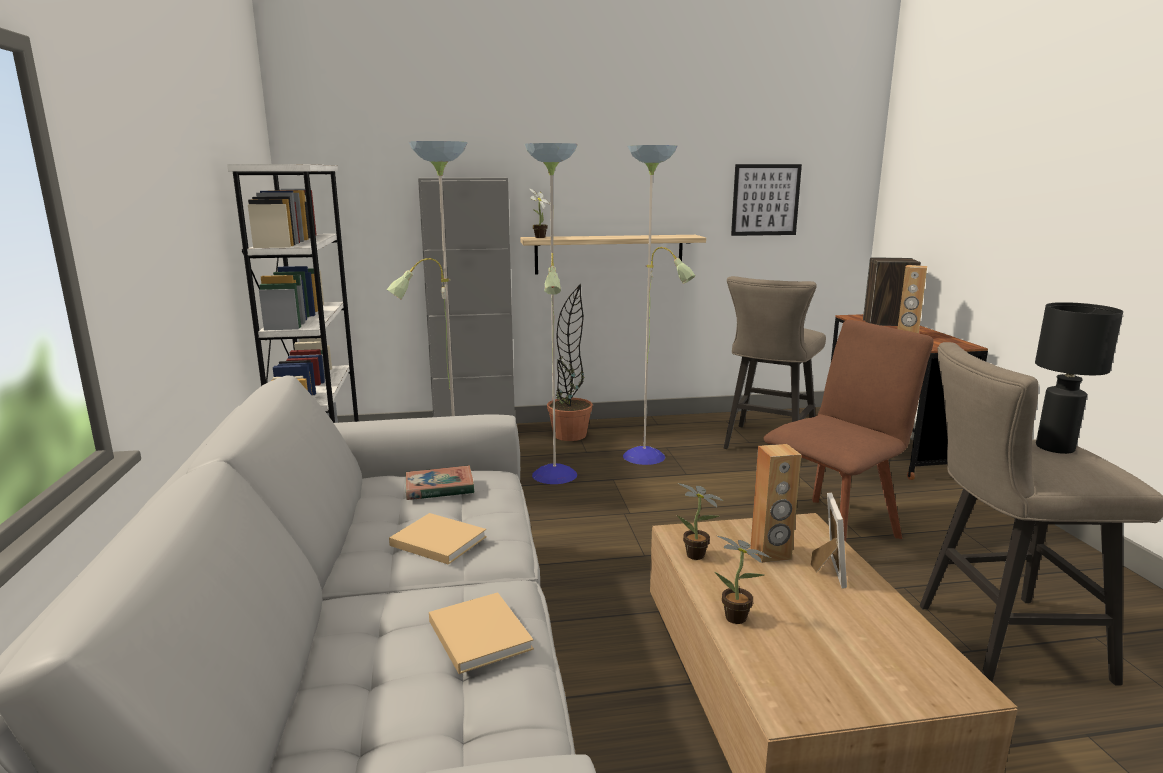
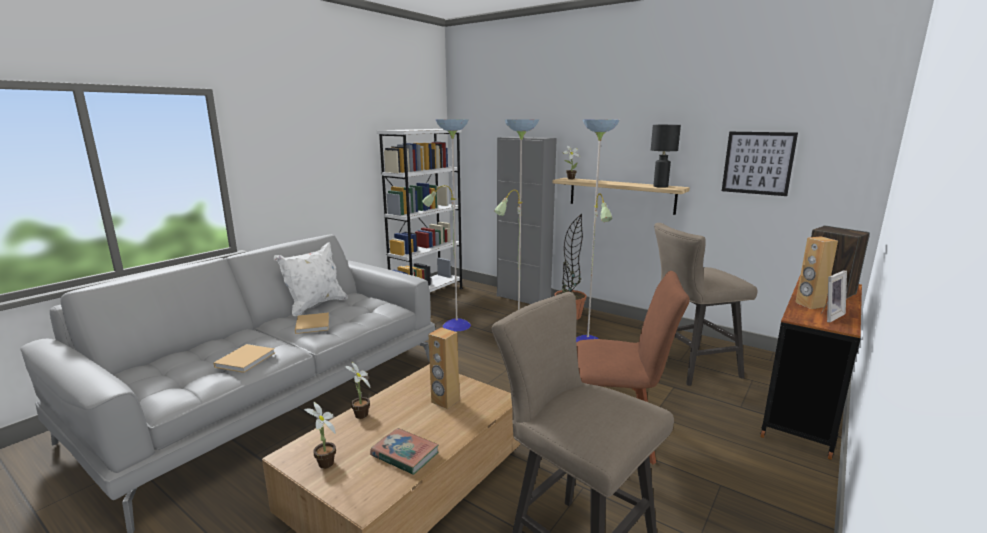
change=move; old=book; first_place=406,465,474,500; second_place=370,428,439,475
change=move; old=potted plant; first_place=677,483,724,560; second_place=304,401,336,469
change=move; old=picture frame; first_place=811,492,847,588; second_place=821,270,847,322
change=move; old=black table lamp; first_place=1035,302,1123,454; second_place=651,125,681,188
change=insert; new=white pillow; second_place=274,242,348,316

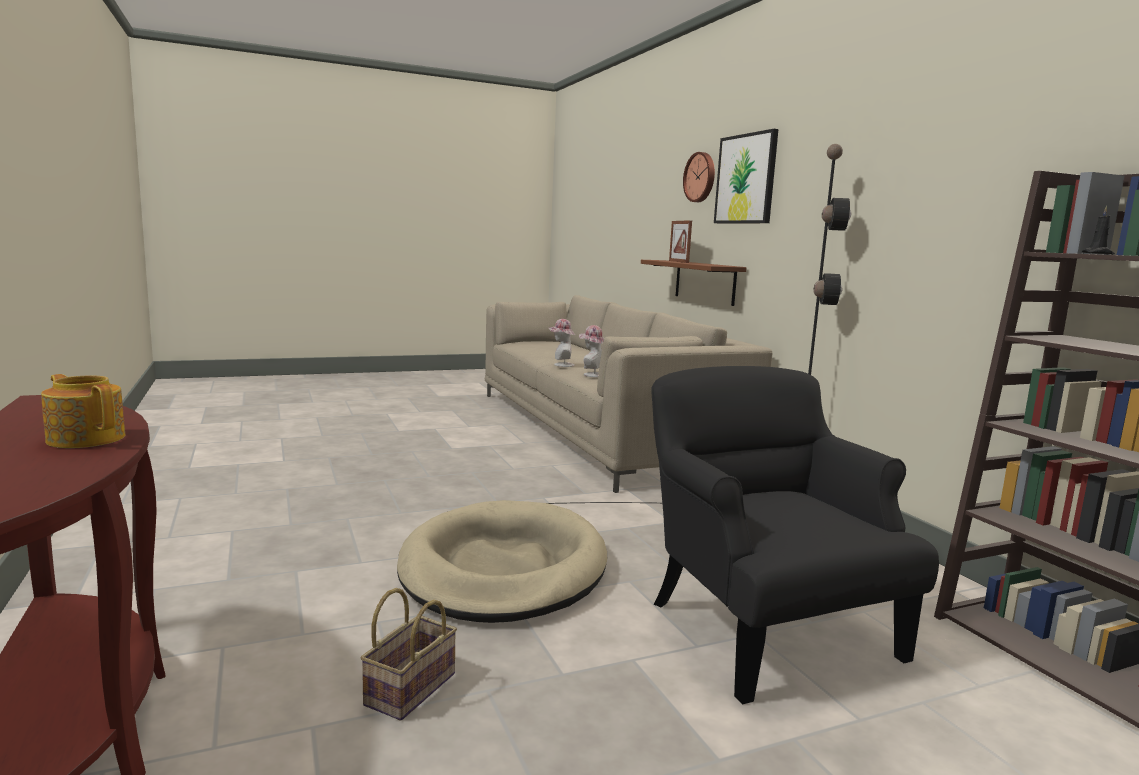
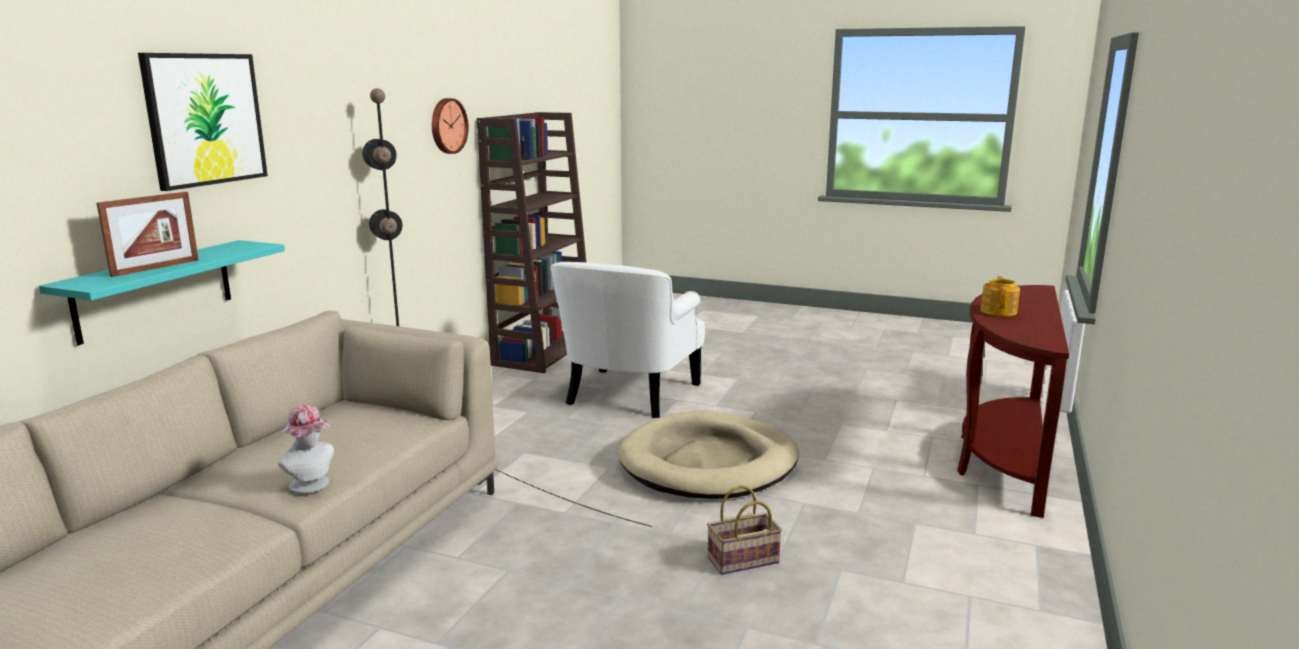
change=rotate; old=teapot; first_place=41,374,125,448; second_place=980,276,1020,316; degrees=-150
change=move; old=basket; first_place=361,588,457,721; second_place=707,485,782,575
change=delete; old=hat; first_place=579,325,604,377
change=recolor; old=brown shelf; new=turquoise shelf; first_place=641,260,747,306; second_place=39,240,285,345
change=recolor; old=black armchair; new=white armchair; first_place=651,366,939,704; second_place=550,262,705,418
change=move; old=wall clock; first_place=683,152,715,202; second_place=432,98,469,154

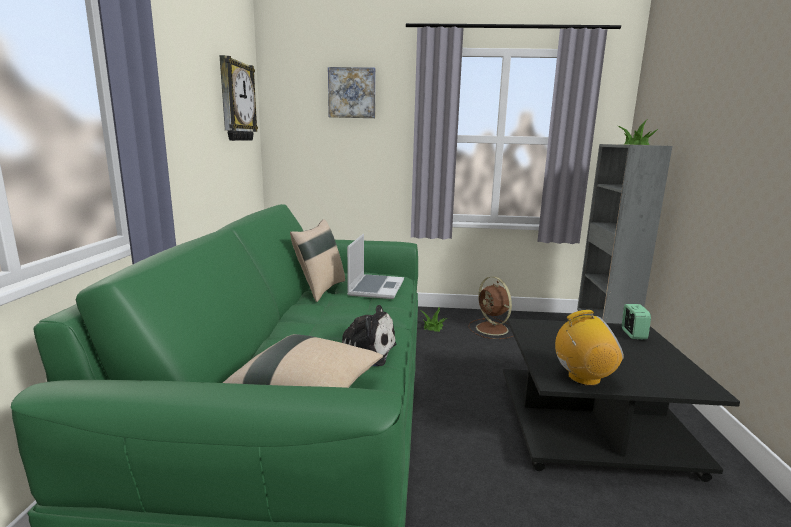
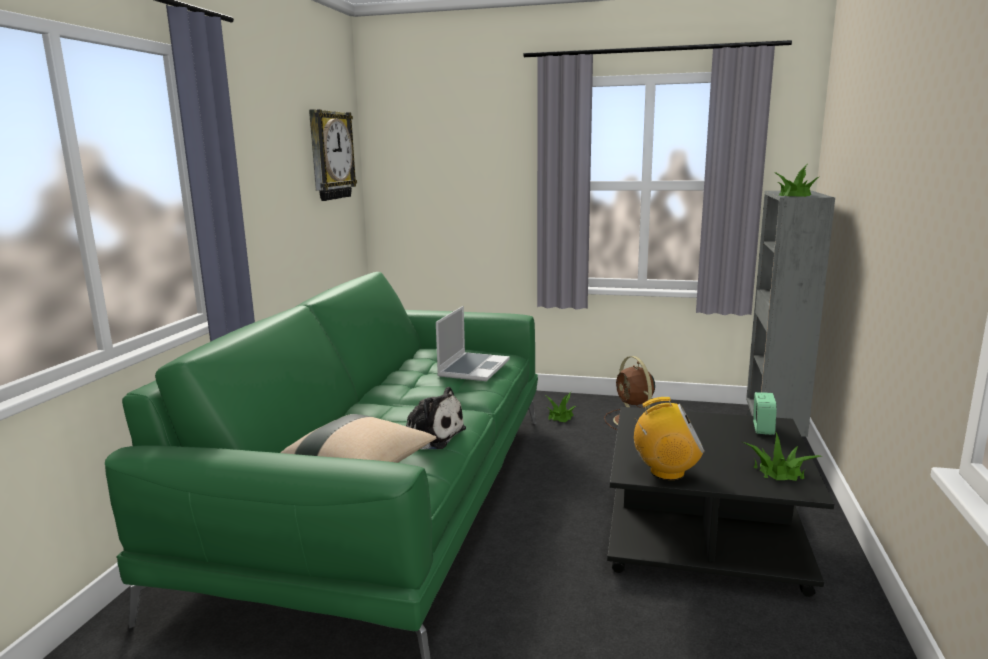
change=delete; old=beige pillow; first_place=290,219,345,302
change=delete; old=picture; first_place=328,67,376,118
change=insert; new=potted plant; second_place=743,432,822,481

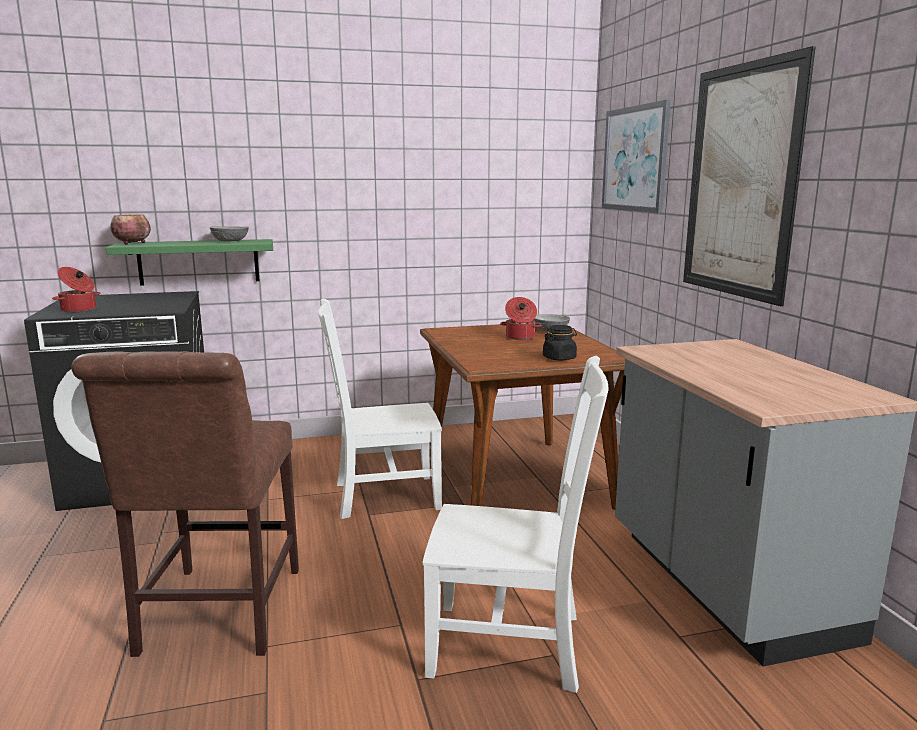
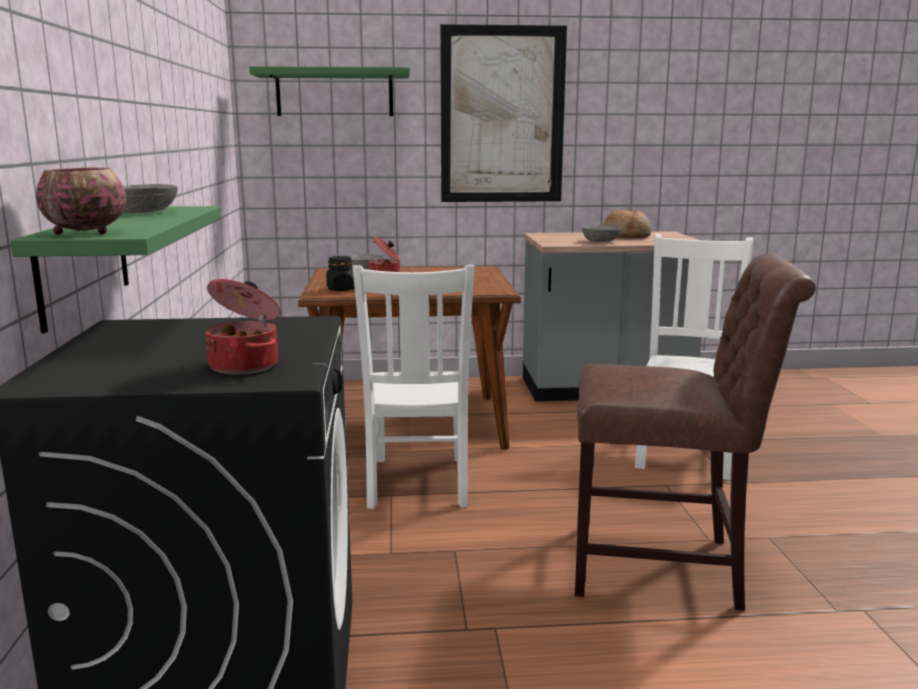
change=move; old=black jar; first_place=543,325,577,361; second_place=326,256,355,291
change=replace; old=picture; new=green shelf; first_place=602,100,671,214; second_place=249,66,410,116
change=insert; new=grey bowl; second_place=582,226,621,242
change=insert; new=bread; second_place=603,210,651,238

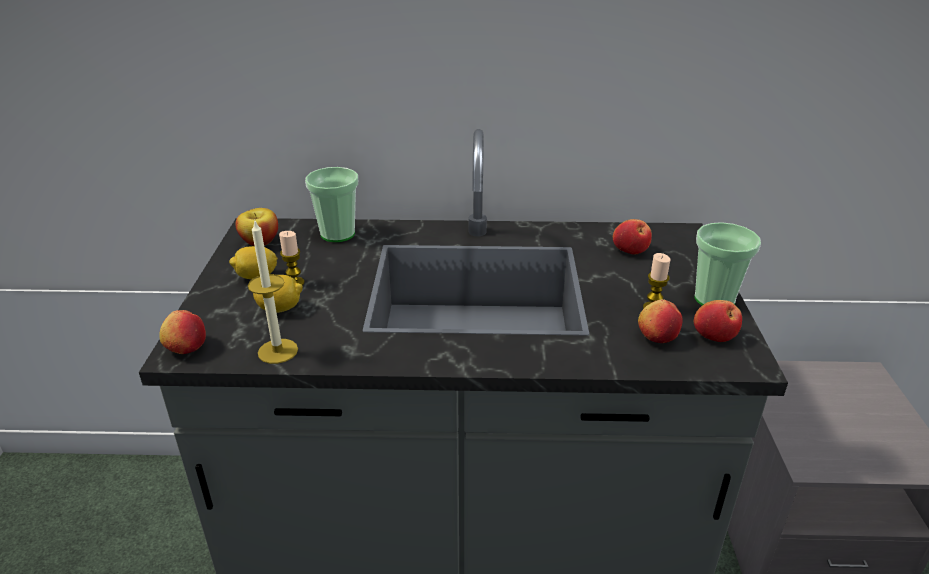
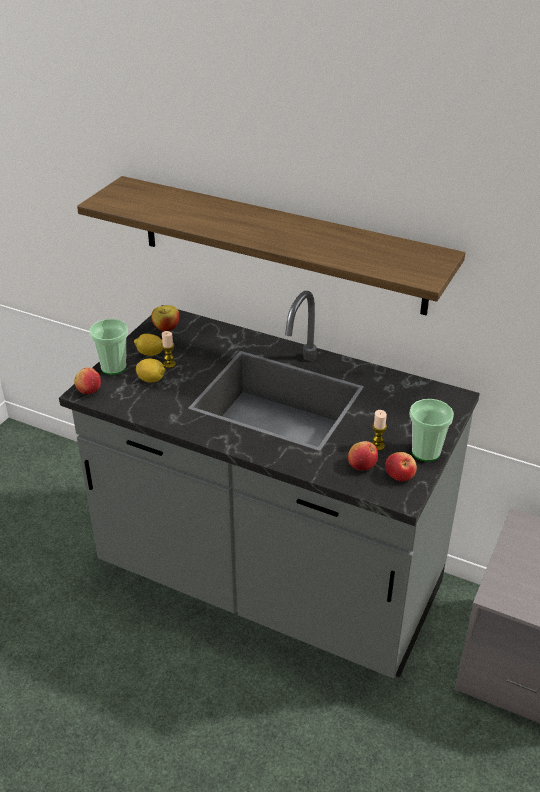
change=delete; old=candle; first_place=248,219,298,364
change=move; old=cup; first_place=305,167,358,242; second_place=89,319,128,375
change=delete; old=apple; first_place=613,219,652,254
change=insert; new=shelf; second_place=77,176,465,315

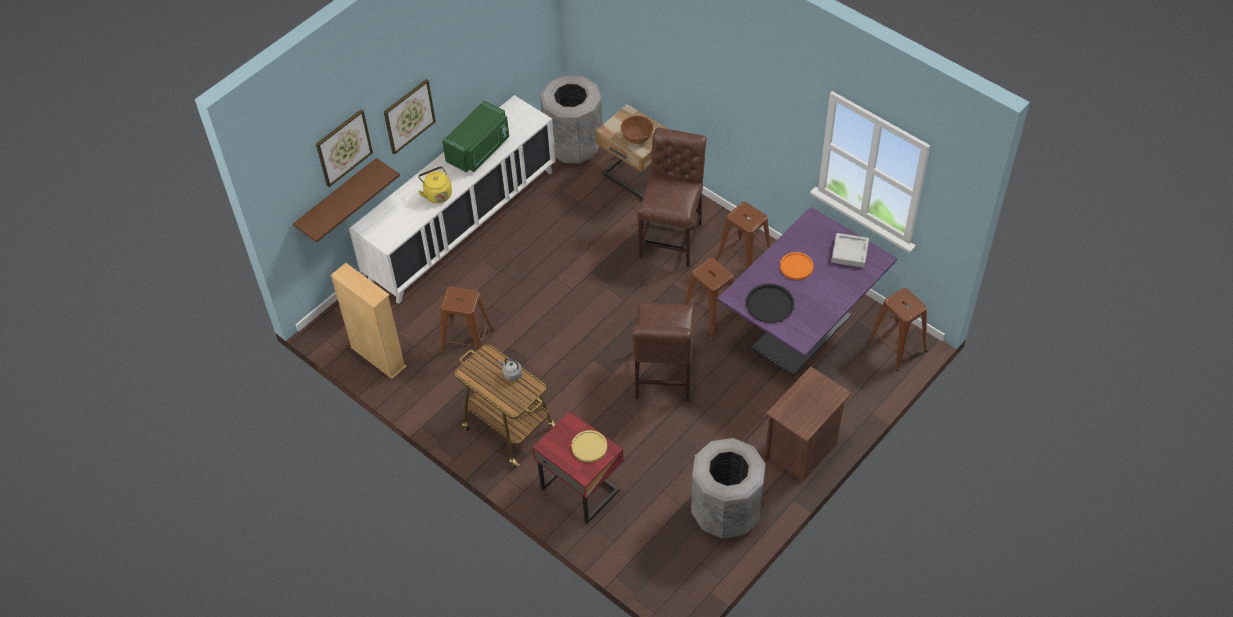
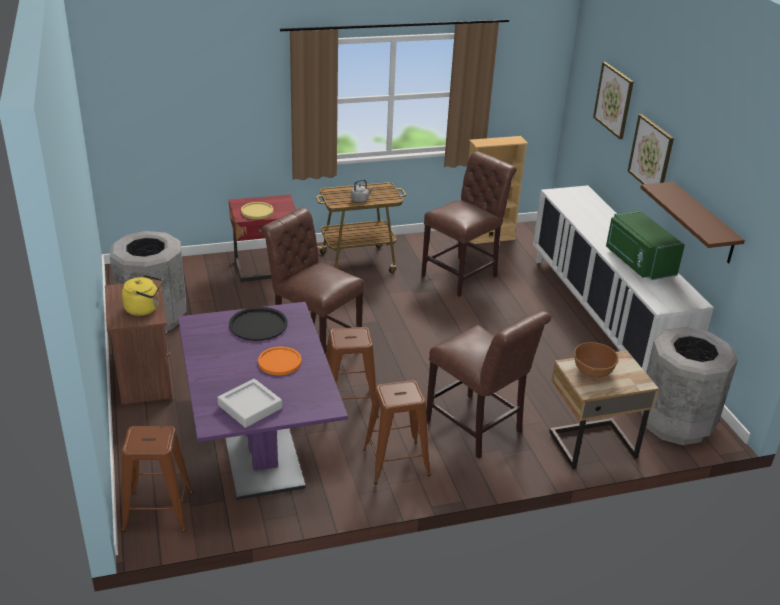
change=move; old=brown shelf; first_place=293,158,400,243; second_place=640,182,745,264
change=move; old=yellow kettle; first_place=418,166,452,203; second_place=122,274,162,316
change=replace; old=brown stool; new=brown chair; first_place=440,286,494,355; second_place=421,151,517,297

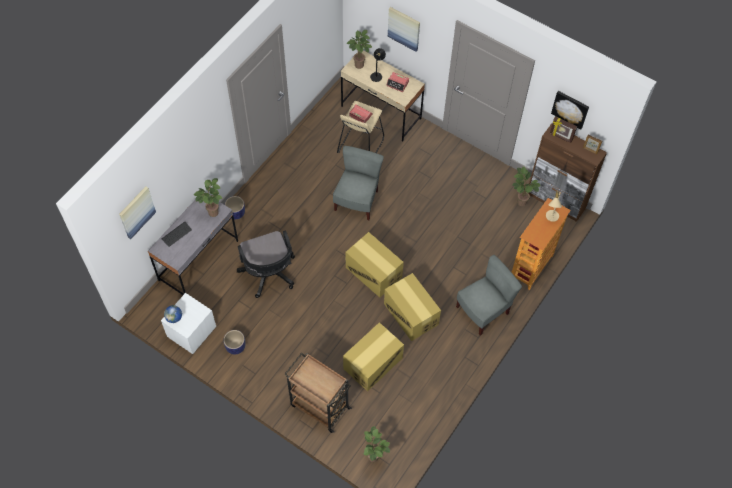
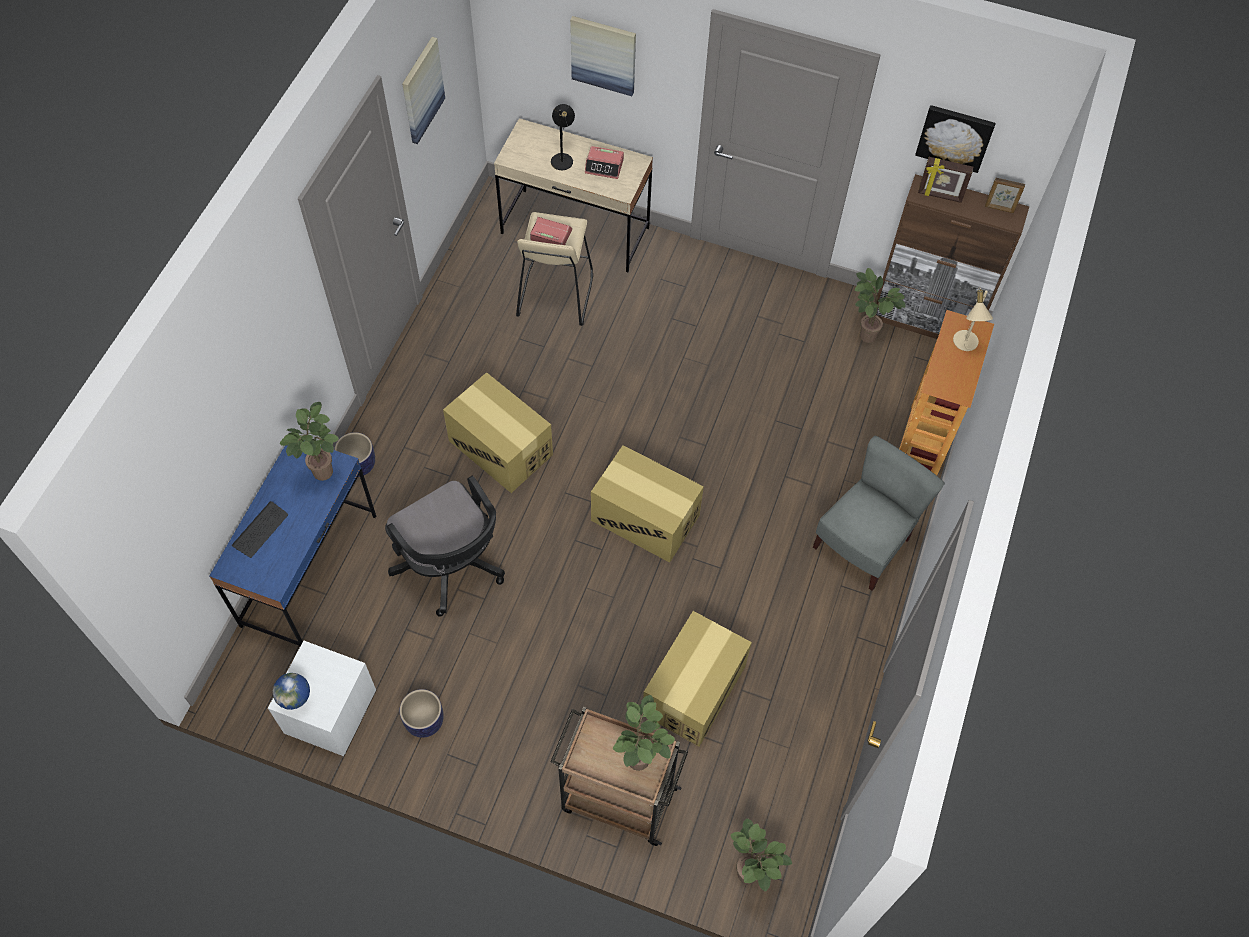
change=move; old=picture; first_place=119,187,156,239; second_place=402,37,445,144
change=recolor; old=grey desk; new=blue desk; first_place=148,192,238,295; second_place=209,445,376,646
change=delete; old=grey chair; first_place=333,146,384,220
change=move; old=potted plant; first_place=347,30,372,69; second_place=613,695,675,771
change=move; old=cardboard box; first_place=384,273,441,341; second_place=443,372,553,493

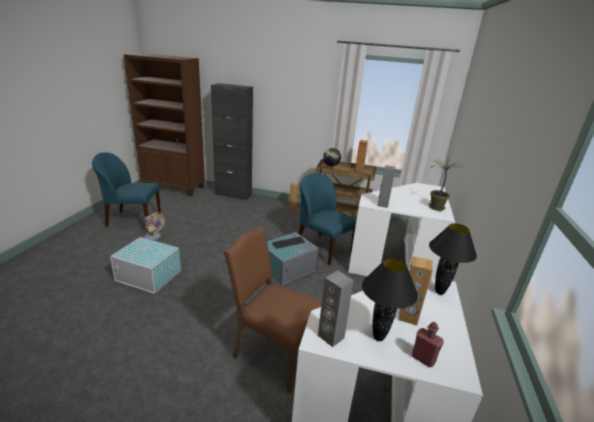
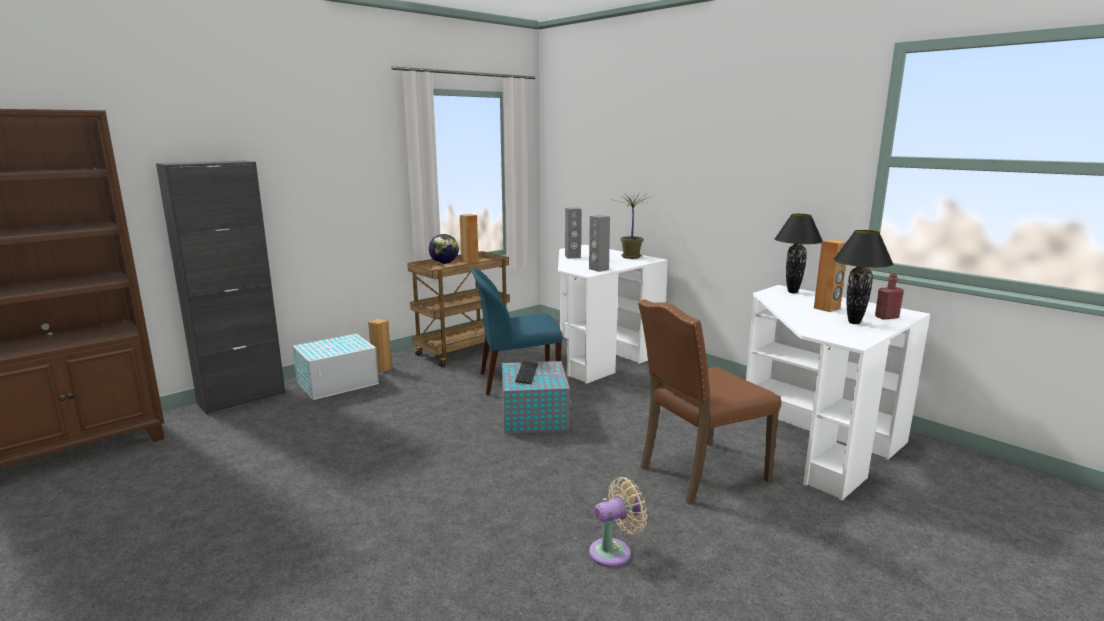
change=delete; old=blue chair; first_place=92,152,161,228
change=move; old=white storage box; first_place=110,237,181,294; second_place=293,334,379,400
change=move; old=beige fan; first_place=144,212,165,241; second_place=589,477,647,567
change=move; old=grey speaker; first_place=318,270,354,347; second_place=565,207,581,259

